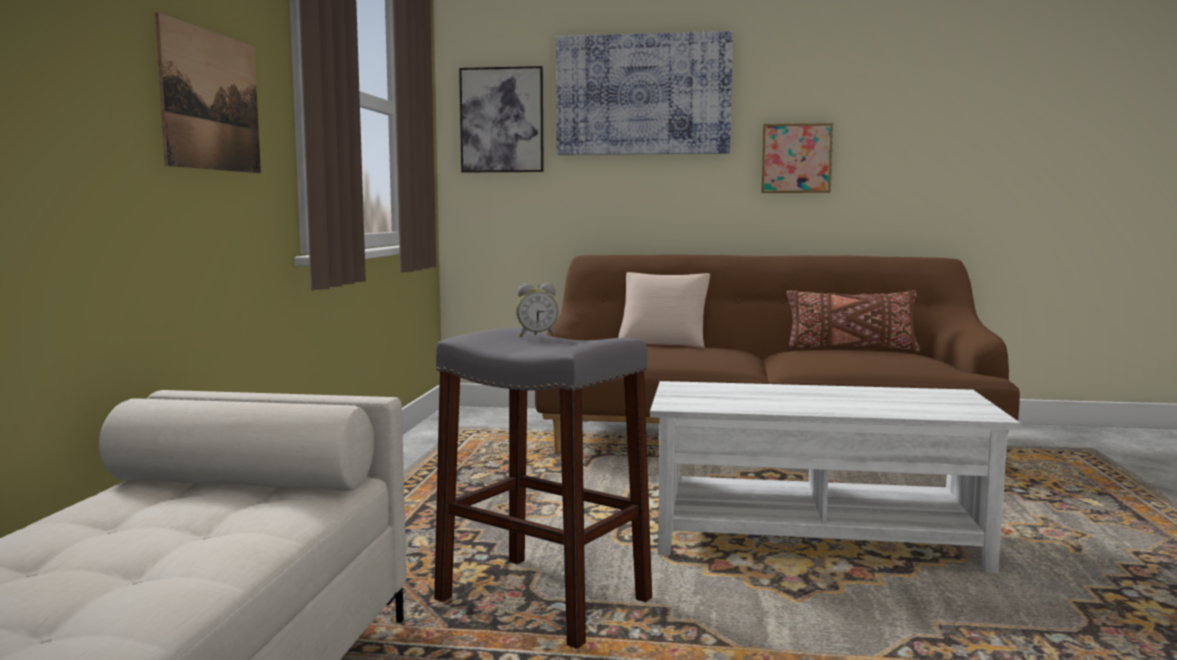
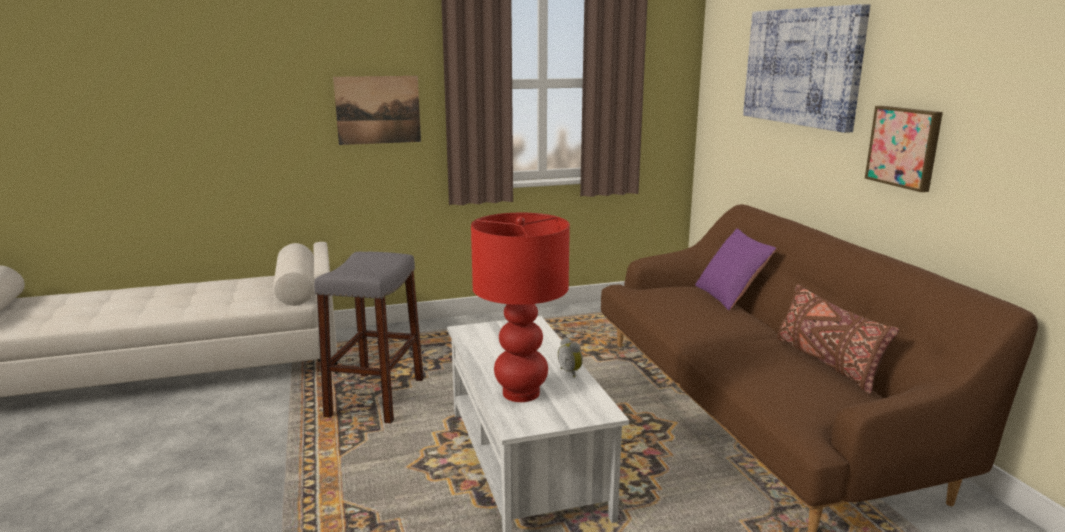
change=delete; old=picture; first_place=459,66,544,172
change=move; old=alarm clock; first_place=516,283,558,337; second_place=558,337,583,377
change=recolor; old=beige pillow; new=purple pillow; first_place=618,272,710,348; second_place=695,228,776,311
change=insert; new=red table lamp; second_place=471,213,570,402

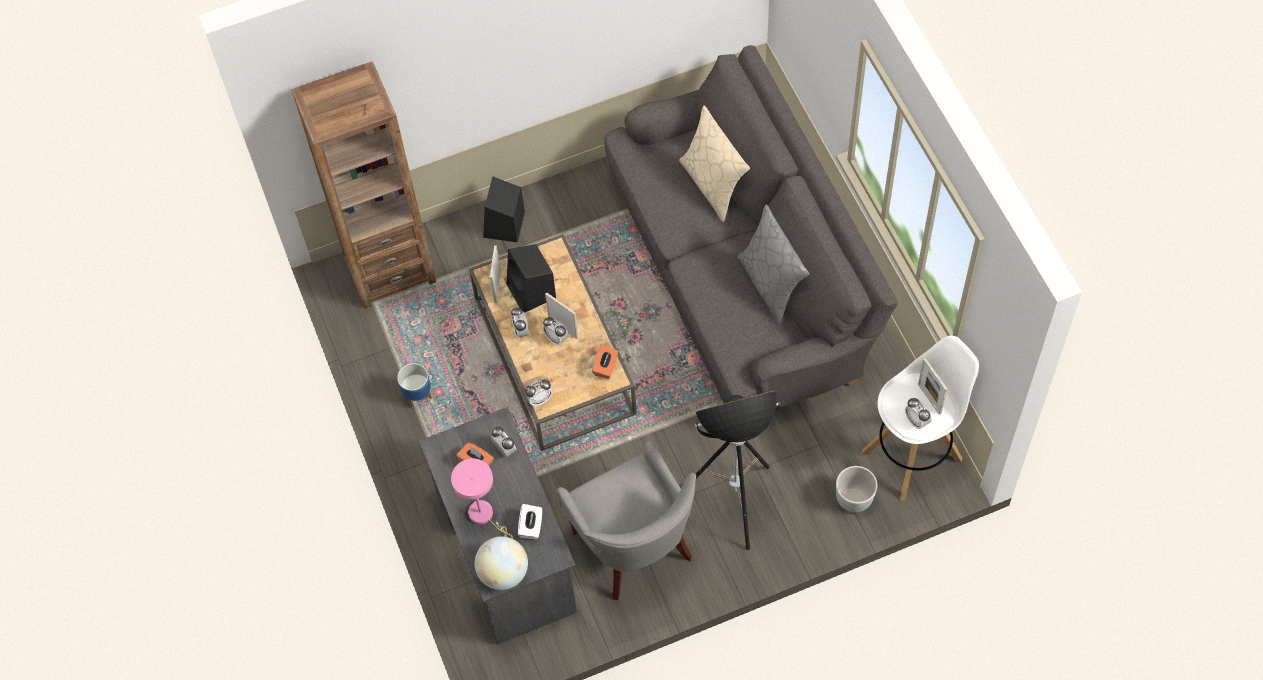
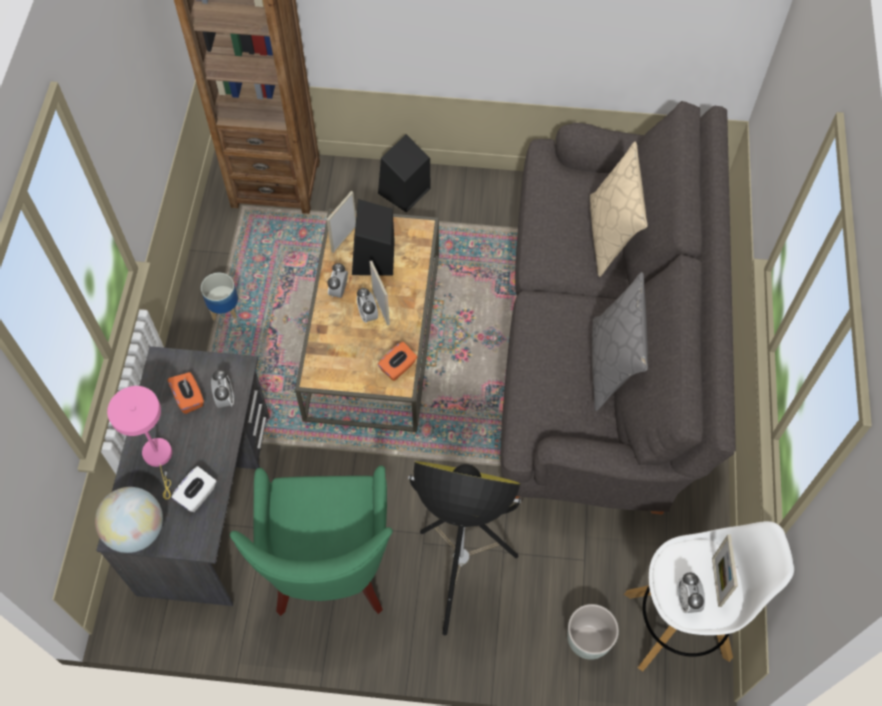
change=delete; old=alarm clock; first_place=525,380,552,406
change=recolor; old=grey armchair; new=green armchair; first_place=557,440,696,601; second_place=230,466,393,616

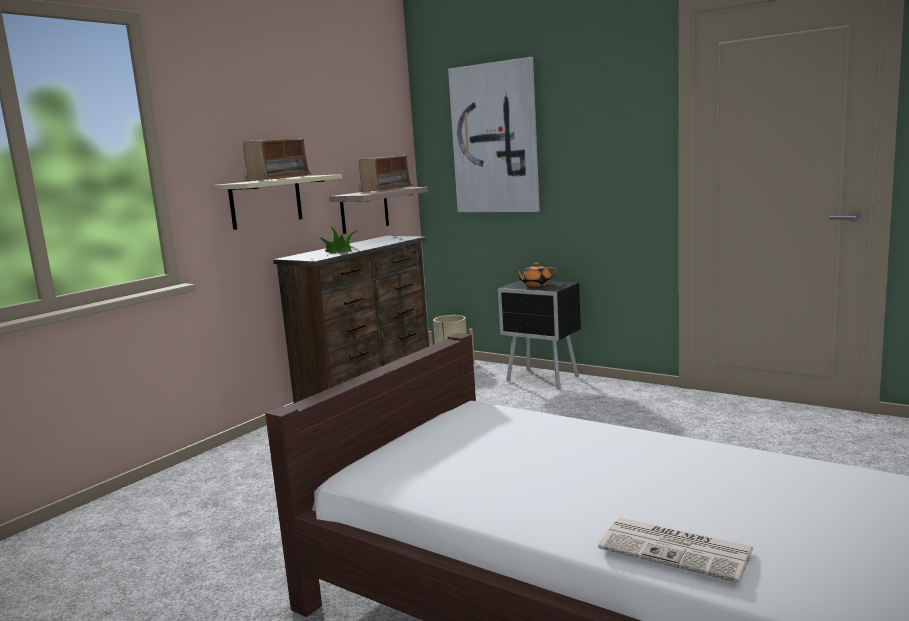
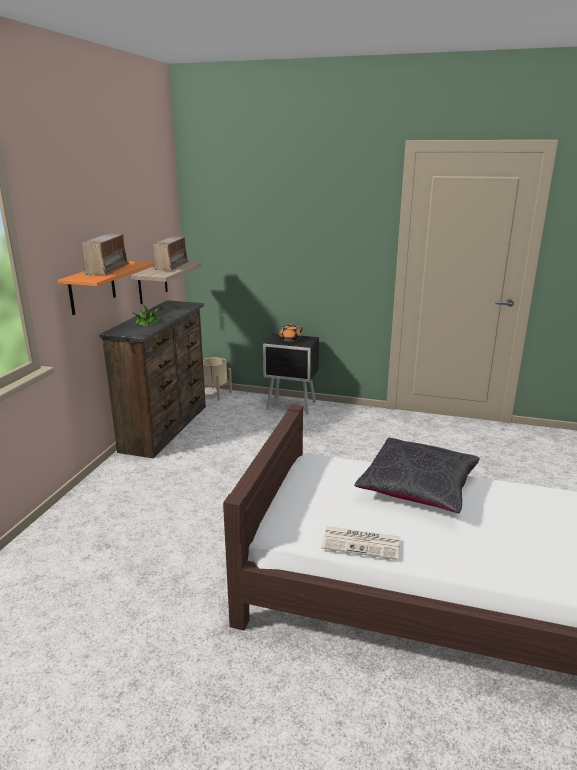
change=recolor; old=beige shelf; new=orange shelf; first_place=213,174,342,230; second_place=58,261,153,315
change=delete; old=picture; first_place=448,57,540,212
change=move; old=newspaper; first_place=598,518,753,583; second_place=321,526,400,560
change=insert; new=black pillow; second_place=354,438,480,513

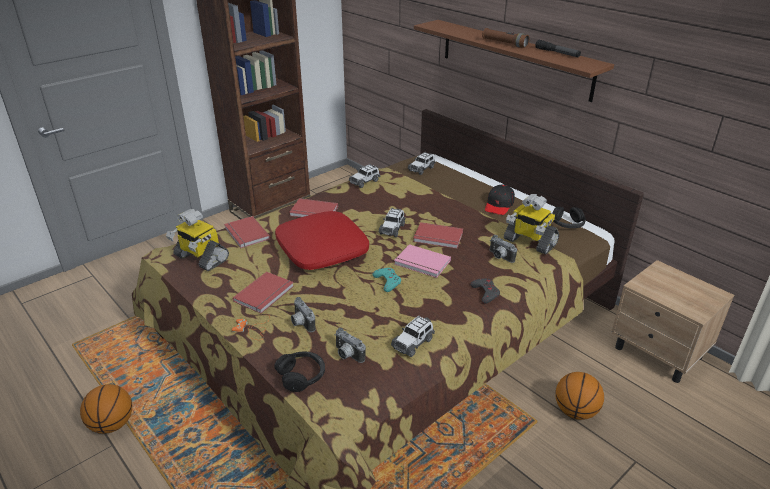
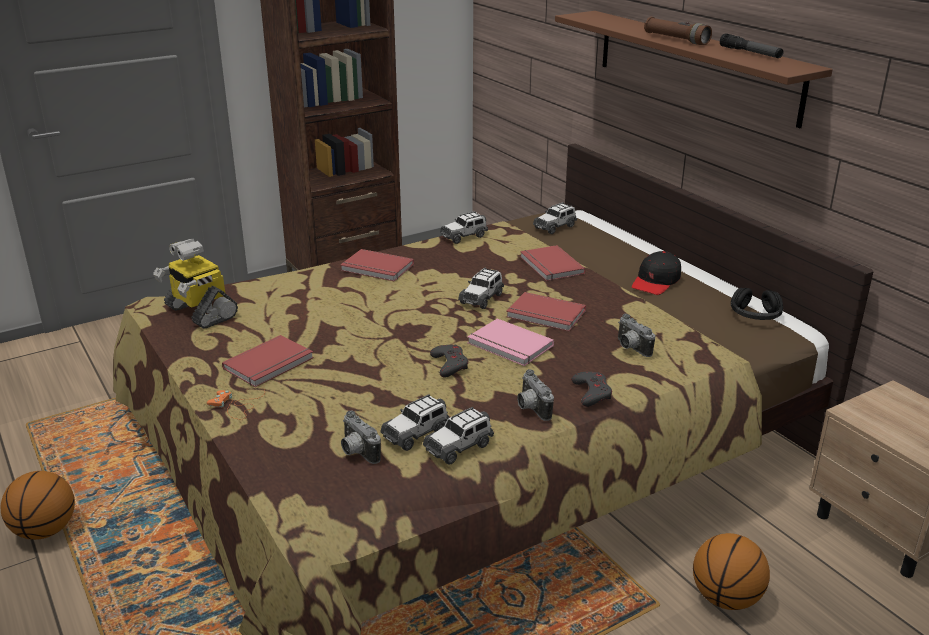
change=move; old=red book; first_place=224,216,270,248; second_place=520,245,585,281
change=delete; old=black headphones; first_place=274,352,325,392
change=delete; old=red pillow; first_place=275,211,369,270
change=move; old=photo camera; first_place=291,297,315,332; second_place=517,369,554,421
change=recolor; old=turquoise game controller; new=grey game controller; first_place=372,268,401,292; second_place=430,345,468,378
change=delete; old=toy robot; first_place=504,194,559,254
change=insert; new=toy car; second_place=380,394,449,451

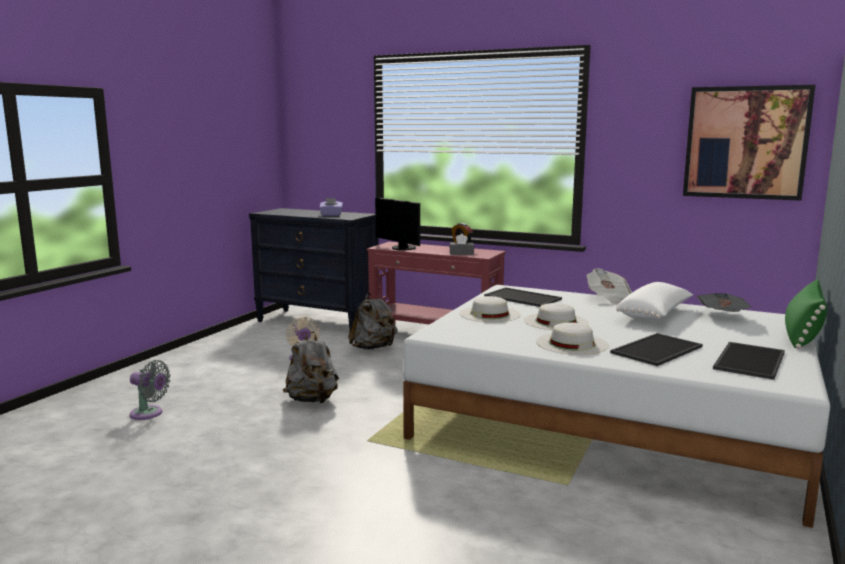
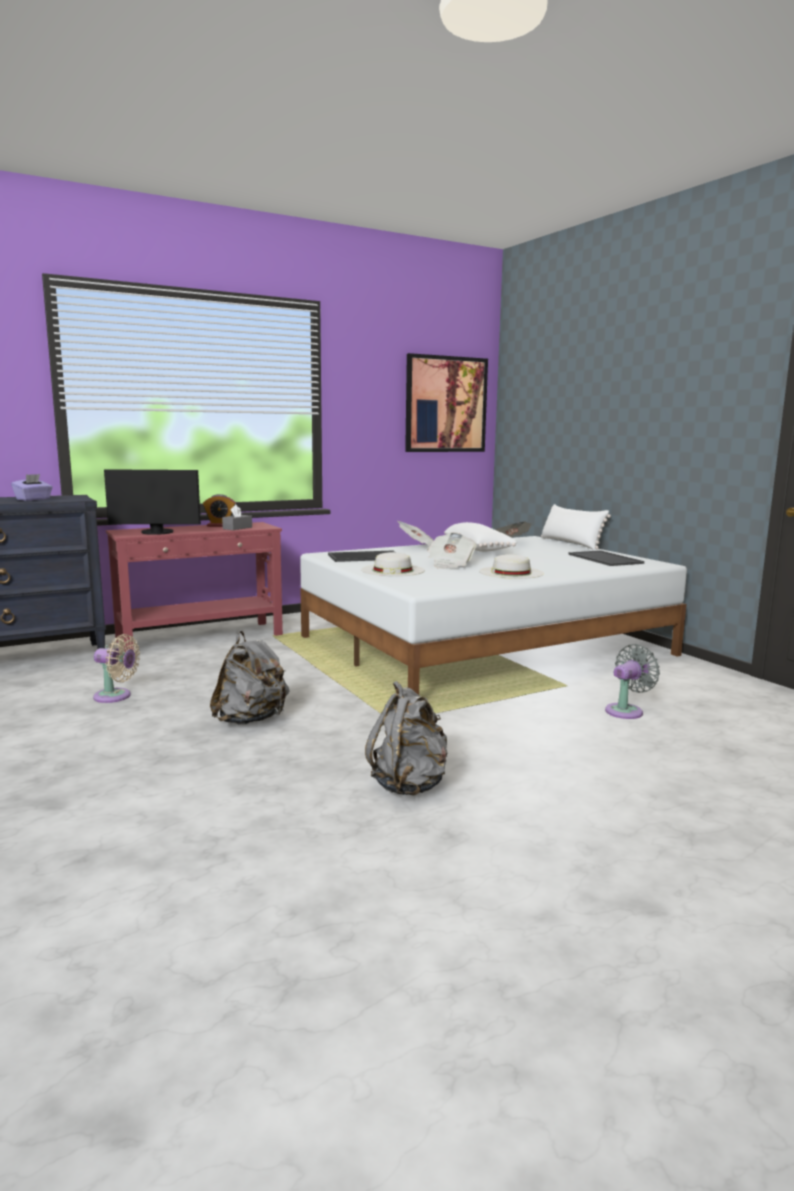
change=move; old=grey fan; first_place=130,360,171,420; second_place=605,644,660,719
change=move; old=grey backpack; first_place=348,292,398,350; second_place=365,681,448,795
change=replace; old=white hat; new=newspaper; first_place=524,303,589,330; second_place=427,532,477,569
change=delete; old=tray; first_place=610,333,703,366
change=recolor; old=green pillow; new=white pillow; first_place=785,279,827,349; second_place=541,504,611,550

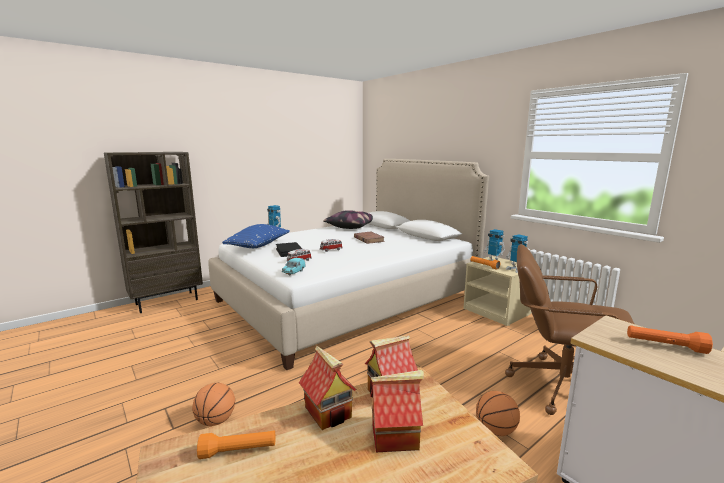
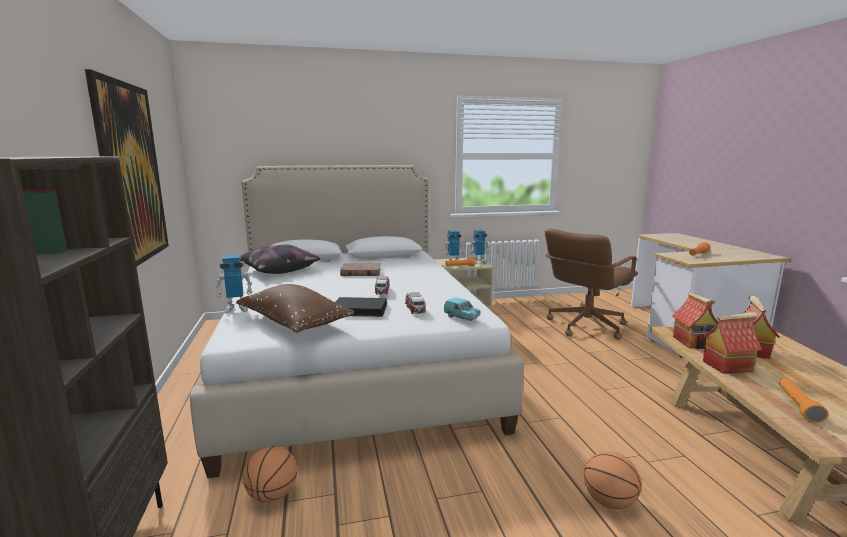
change=recolor; old=blue pillow; new=brown pillow; first_place=222,224,290,248; second_place=236,284,355,333
change=move; old=basketball; first_place=476,391,520,436; second_place=243,446,297,502
change=insert; new=picture; second_place=85,69,169,267

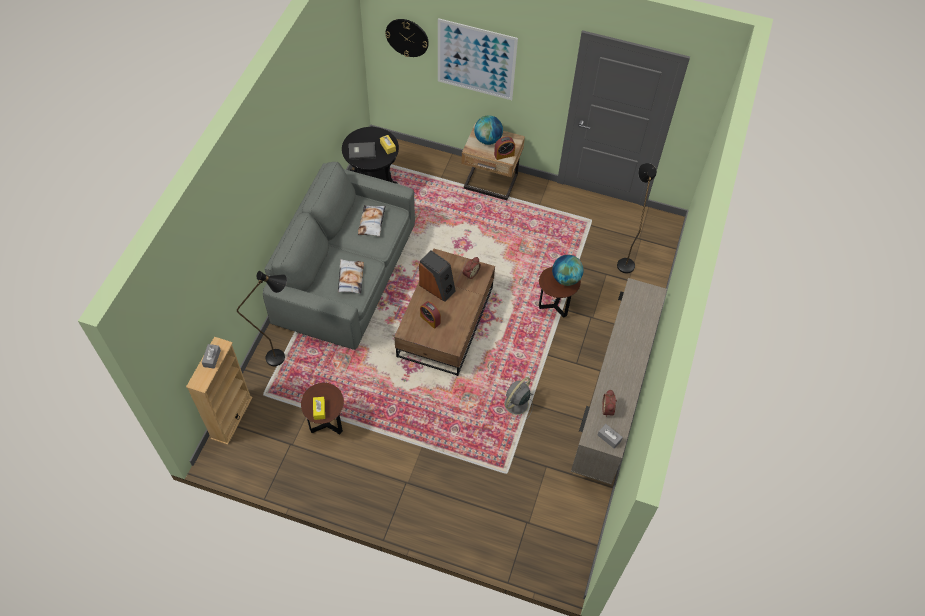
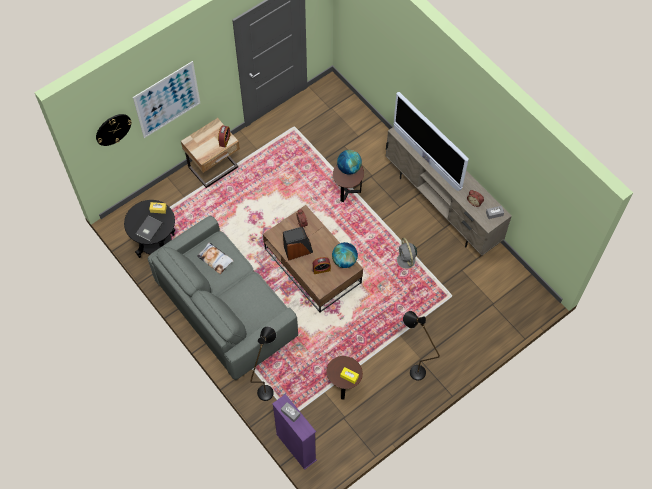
change=recolor; old=beige bookcase; new=purple bookcase; first_place=186,337,253,445; second_place=272,394,317,470
change=delete; old=pillow; first_place=338,259,364,294
change=move; old=globe; first_place=474,115,503,145; second_place=332,242,358,268
change=move; old=black floor lamp; first_place=617,163,657,273; second_place=403,311,440,381
change=insert; new=television; second_place=393,92,469,191

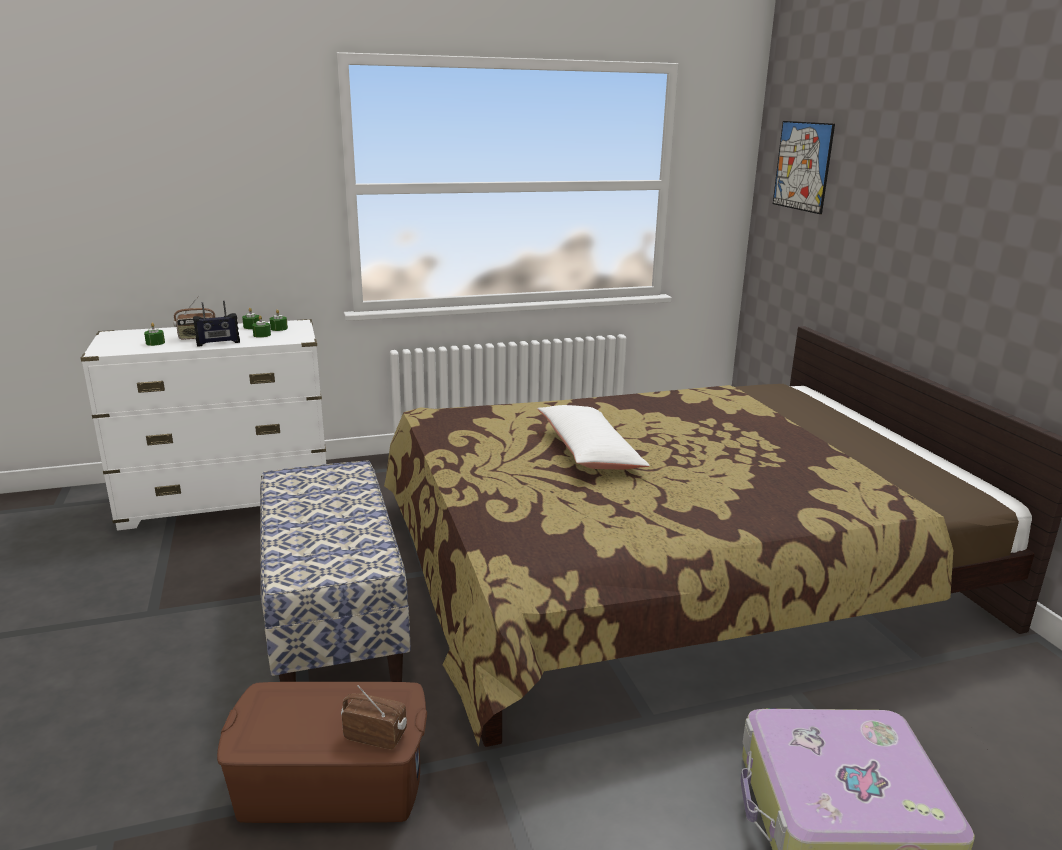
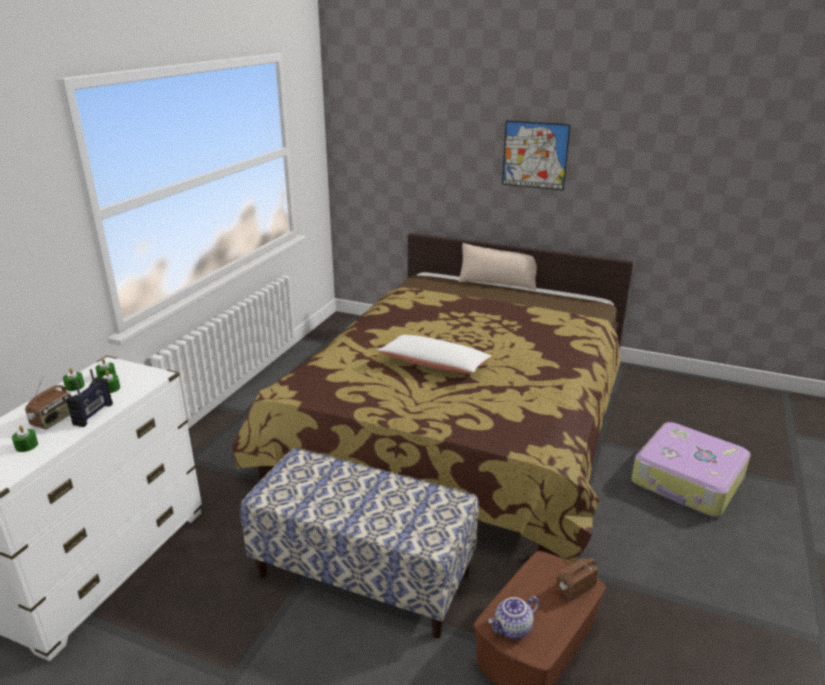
change=move; old=picture; first_place=773,121,835,214; second_place=502,120,571,190
change=insert; new=beige pillow; second_place=458,243,537,290
change=insert; new=teapot; second_place=488,596,540,639

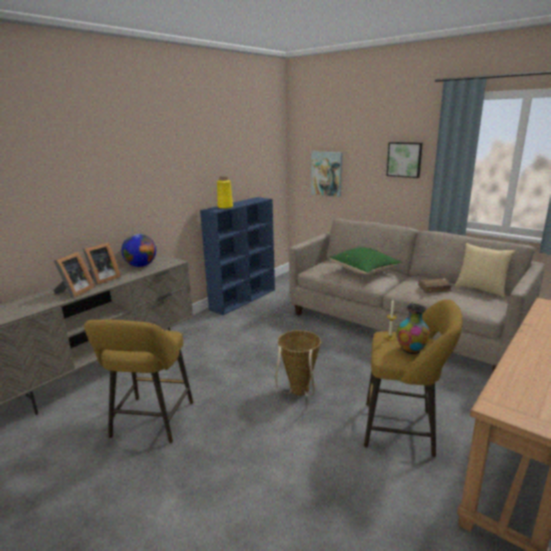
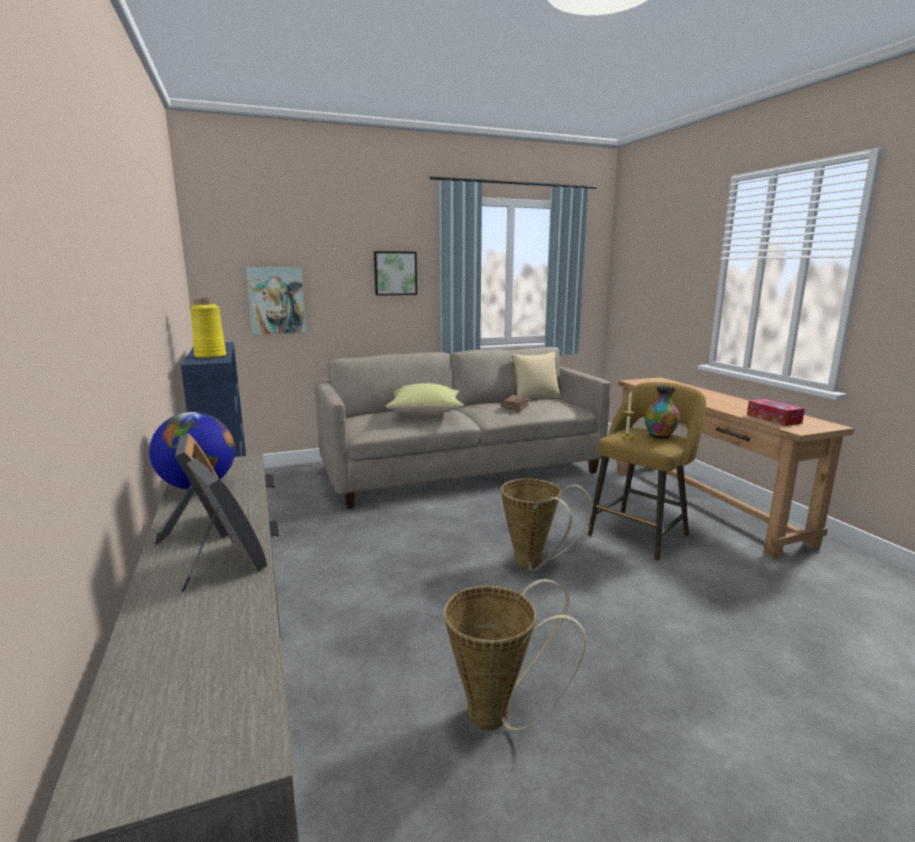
change=replace; old=yellow stool; new=basket; first_place=84,320,193,444; second_place=443,579,587,731
change=recolor; old=green pillow; new=yellow pillow; first_place=330,247,402,274; second_place=386,383,464,416
change=insert; new=tissue box; second_place=747,399,805,426

